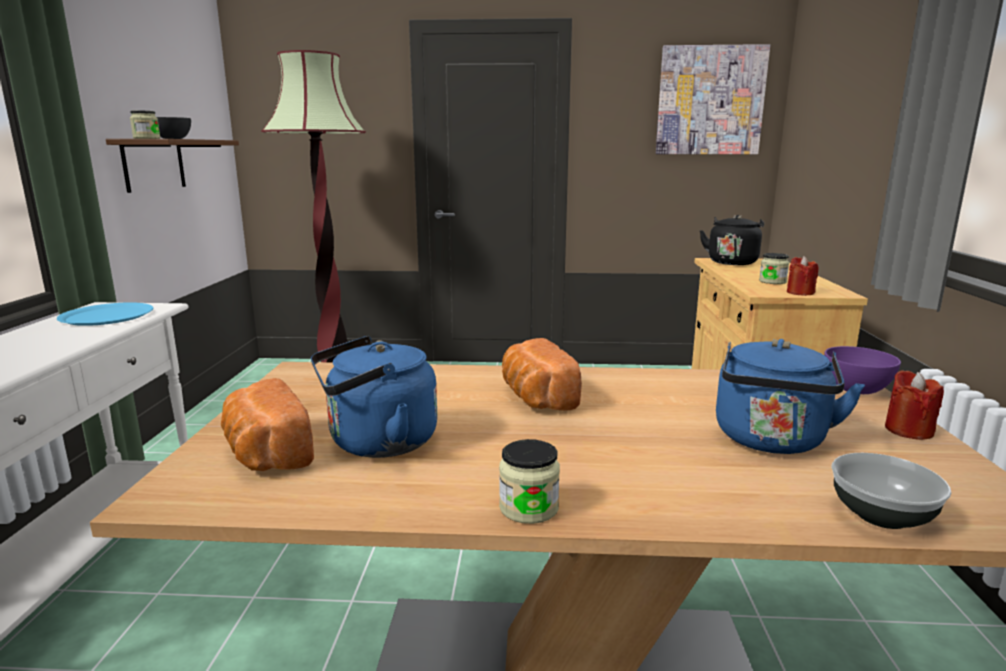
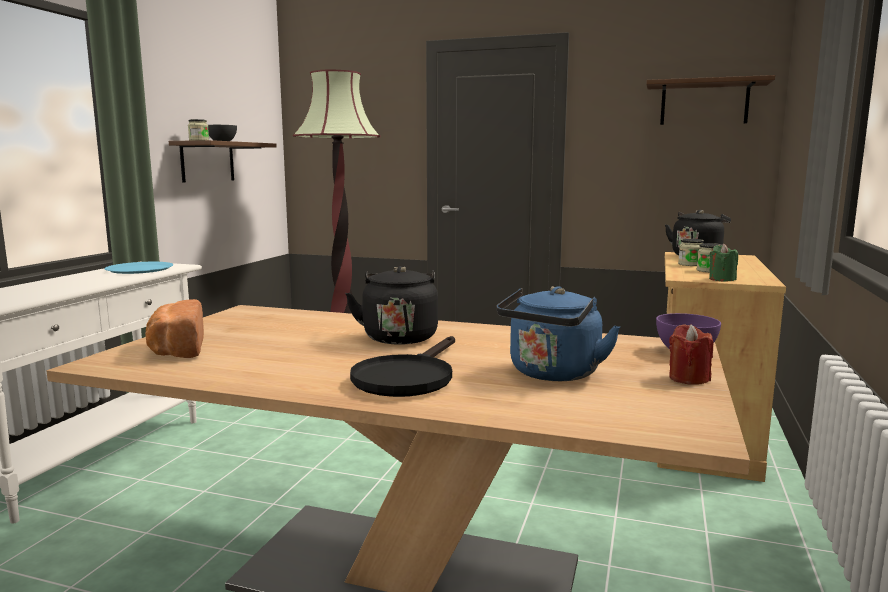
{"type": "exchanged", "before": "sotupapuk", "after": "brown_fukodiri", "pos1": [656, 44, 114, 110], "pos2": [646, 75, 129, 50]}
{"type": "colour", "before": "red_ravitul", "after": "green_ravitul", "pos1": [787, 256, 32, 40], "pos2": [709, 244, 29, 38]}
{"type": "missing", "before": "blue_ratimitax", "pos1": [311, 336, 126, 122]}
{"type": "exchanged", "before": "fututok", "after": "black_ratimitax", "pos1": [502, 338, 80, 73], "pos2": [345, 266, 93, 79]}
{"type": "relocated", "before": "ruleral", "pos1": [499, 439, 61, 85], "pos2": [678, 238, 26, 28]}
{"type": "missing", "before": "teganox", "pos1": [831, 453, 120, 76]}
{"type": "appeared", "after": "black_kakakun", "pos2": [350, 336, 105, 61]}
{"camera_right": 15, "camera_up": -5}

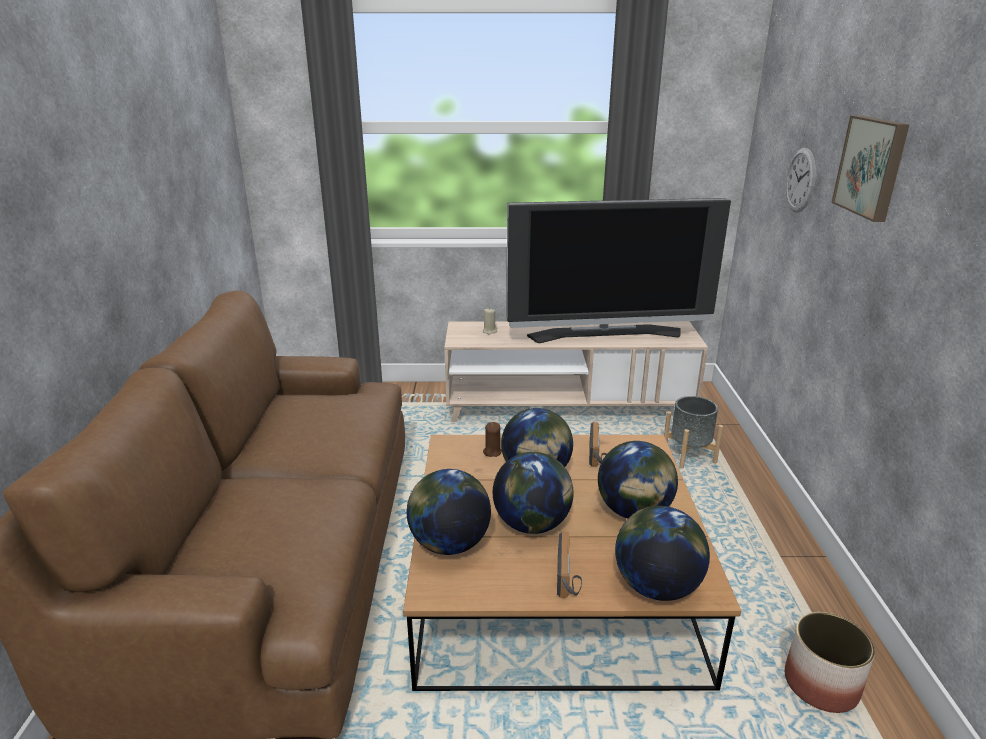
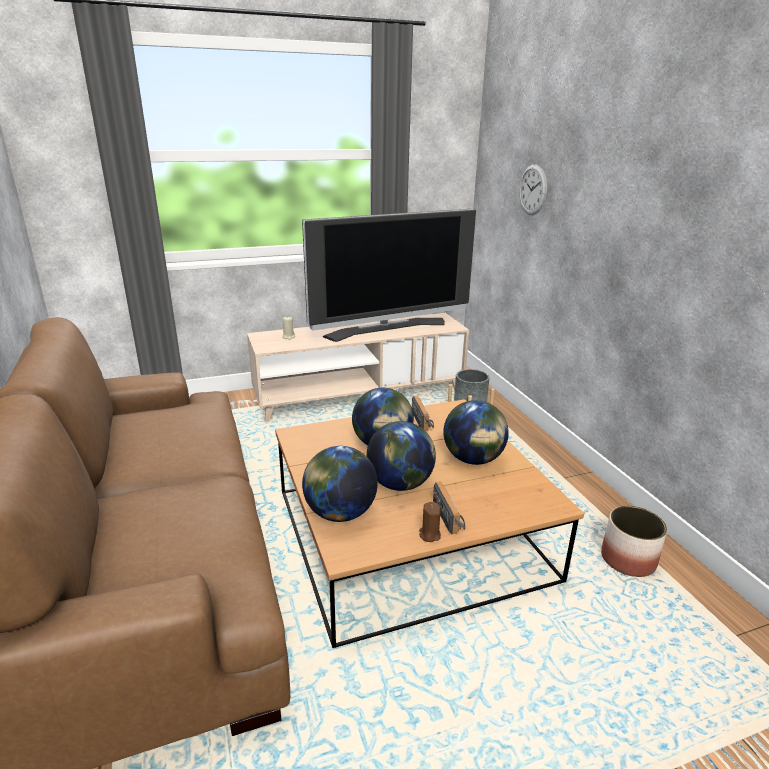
{"type": "missing", "before": "sotupapuk", "pos1": [832, 115, 77, 107]}
{"type": "relocated", "before": "brown_ravitul", "pos1": [483, 422, 19, 35], "pos2": [419, 502, 22, 40]}
{"type": "missing", "before": "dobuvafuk", "pos1": [615, 506, 95, 95]}
{"camera_right": -20, "camera_up": 0}

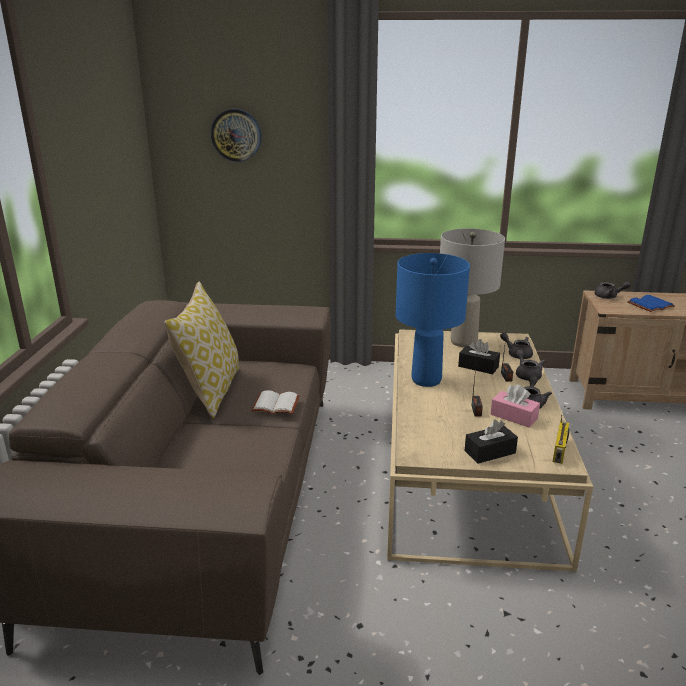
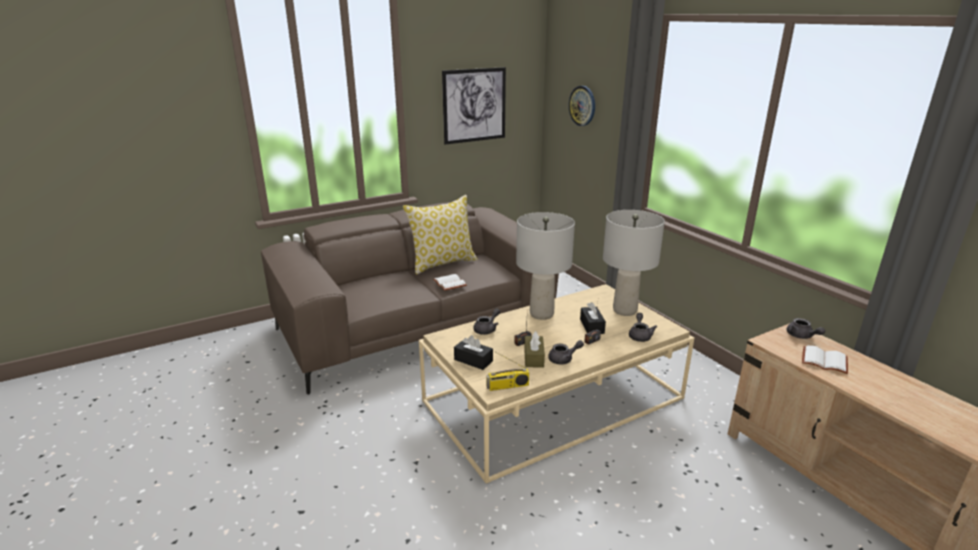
{"type": "colour", "before": "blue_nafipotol", "after": "grey_nafipotol", "pos1": [396, 253, 74, 134], "pos2": [516, 212, 59, 108]}
{"type": "colour", "before": "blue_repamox", "after": "white_repamox", "pos1": [627, 295, 48, 17], "pos2": [802, 345, 46, 29]}
{"type": "relocated", "before": "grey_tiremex", "pos1": [516, 349, 29, 32], "pos2": [473, 308, 27, 27]}
{"type": "colour", "before": "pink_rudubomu", "after": "brown_rudubomu", "pos1": [491, 384, 49, 44], "pos2": [524, 331, 21, 37]}
{"type": "appeared", "after": "sotupapuk", "pos2": [442, 67, 64, 78]}
{"camera_right": 55, "camera_up": 0}

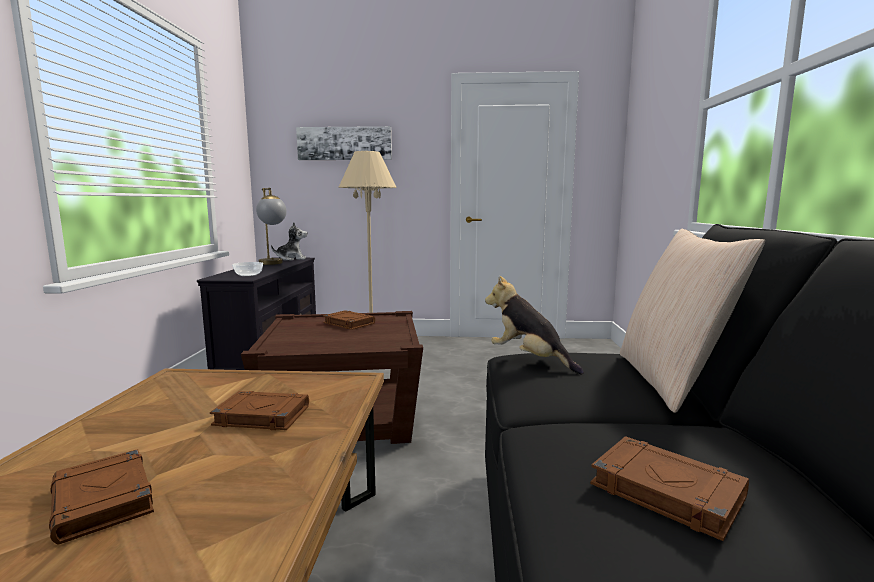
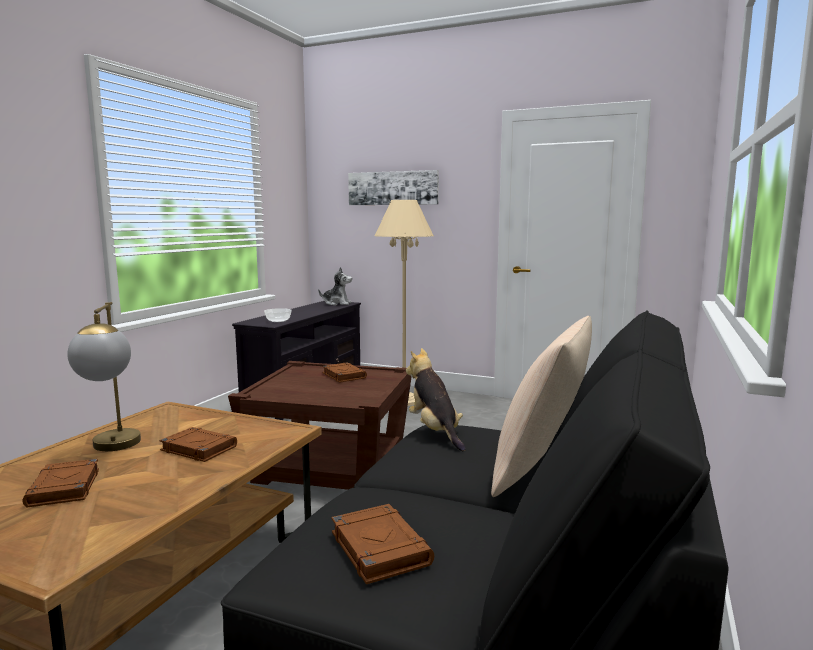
{"type": "relocated", "before": "nafipotol", "pos1": [256, 188, 31, 77], "pos2": [67, 302, 74, 149]}
{"camera_right": 20, "camera_up": 0}

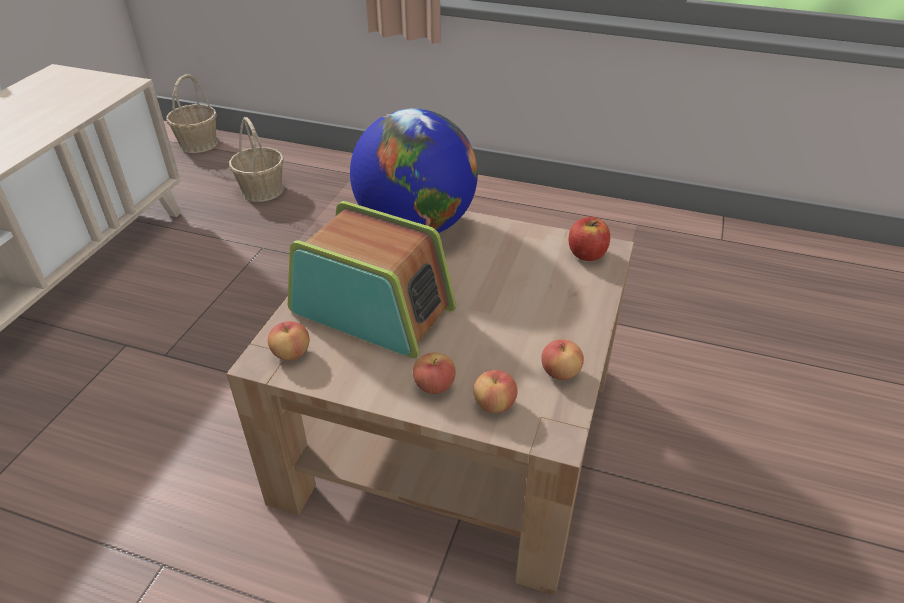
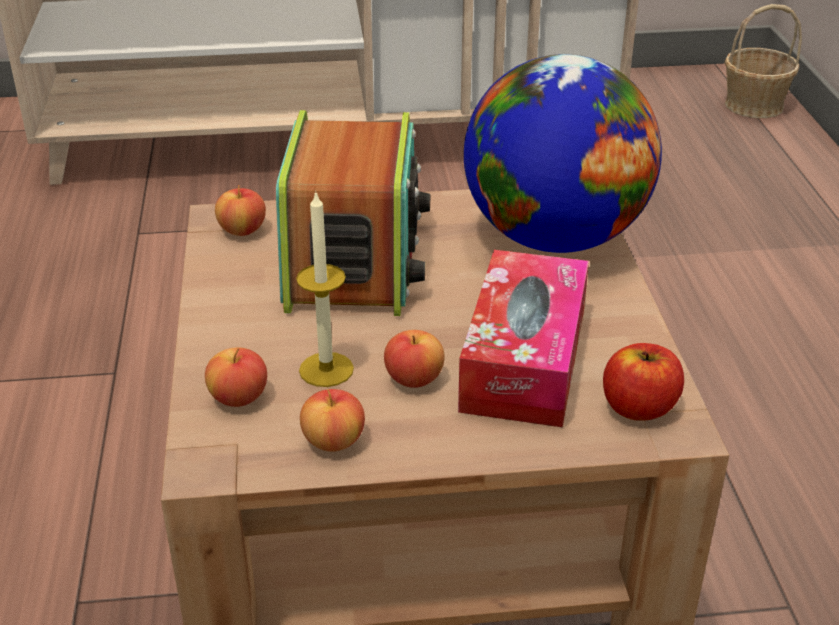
{"type": "missing", "before": "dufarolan", "pos1": [229, 117, 55, 85]}
{"type": "relocated", "before": "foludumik", "pos1": [413, 352, 43, 42], "pos2": [384, 330, 61, 58]}
{"type": "appeared", "after": "ravitul", "pos2": [296, 190, 58, 197]}
{"type": "appeared", "after": "rudubomu", "pos2": [458, 250, 131, 177]}
{"camera_right": 65, "camera_up": -5}

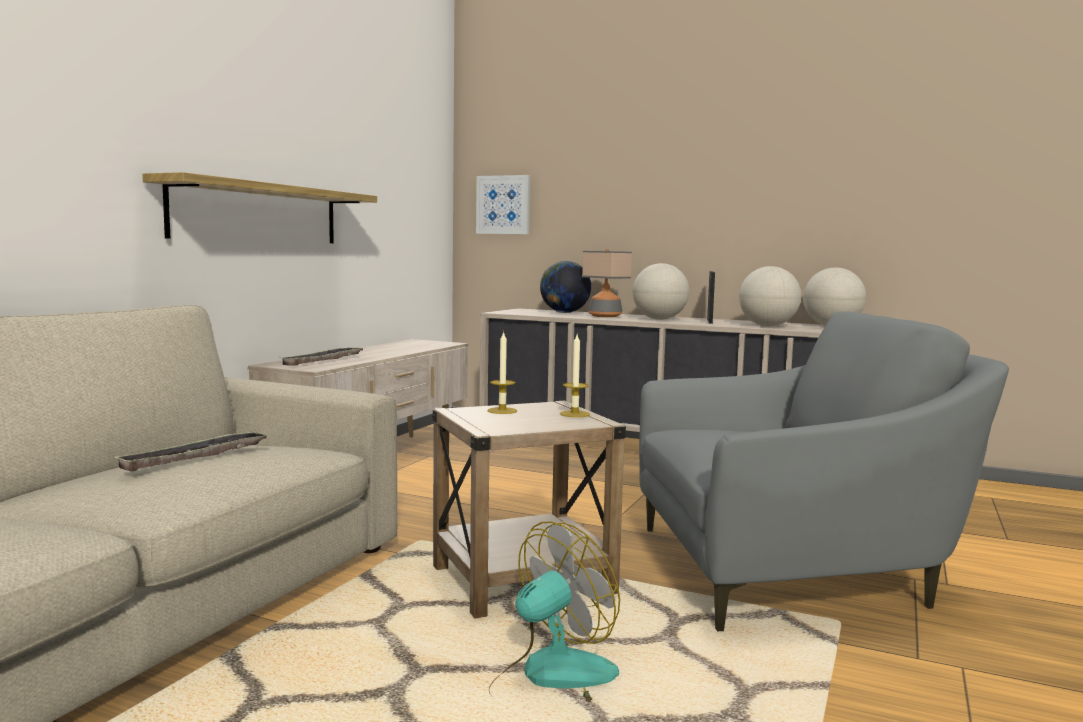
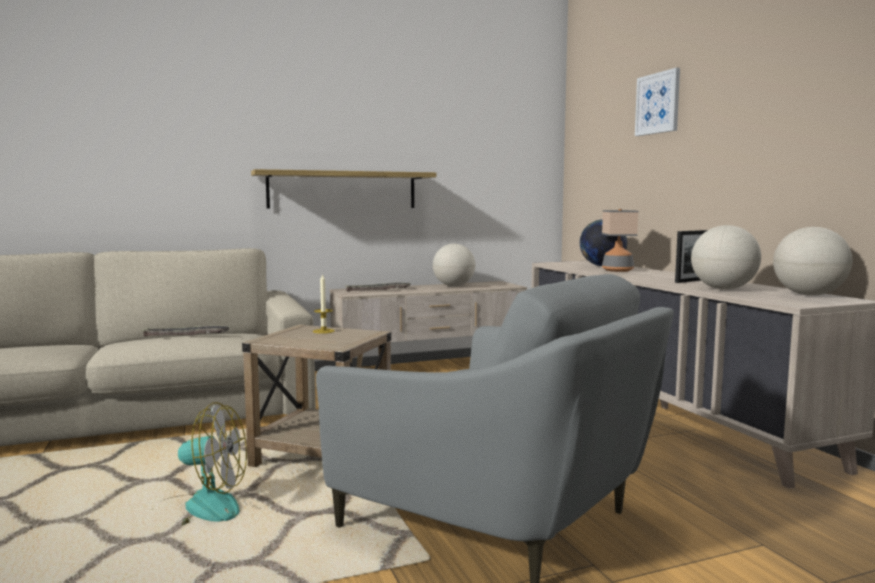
{"type": "relocated", "before": "sotupapuk", "pos1": [476, 175, 54, 59], "pos2": [635, 68, 45, 68]}
{"type": "relocated", "before": "dobuvafuk", "pos1": [633, 263, 56, 57], "pos2": [433, 244, 42, 42]}
{"type": "missing", "before": "ravitul", "pos1": [560, 335, 30, 82]}
{"camera_right": 45, "camera_up": 0}

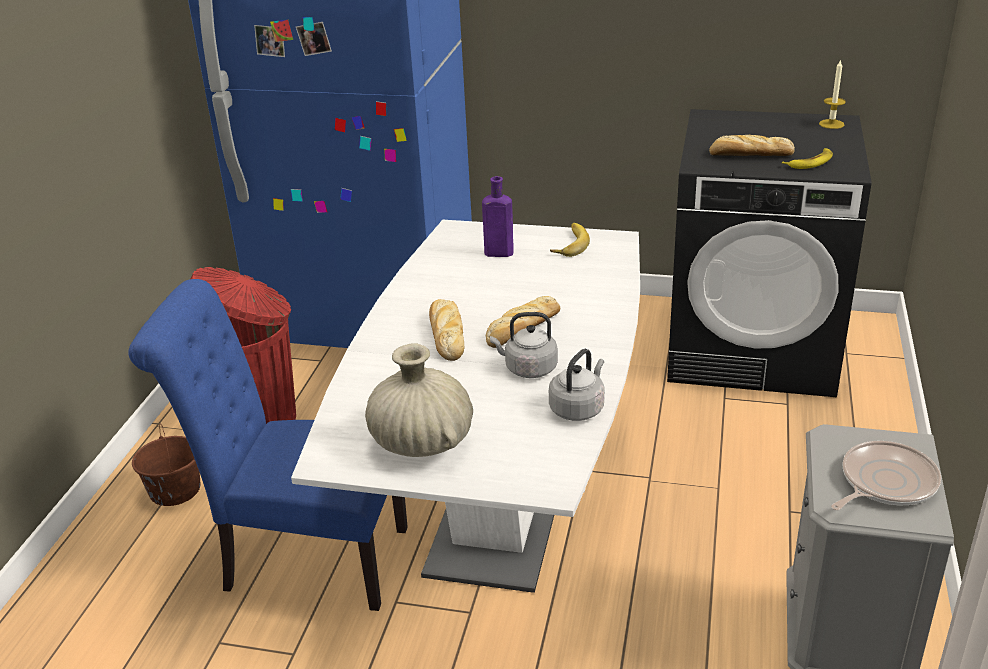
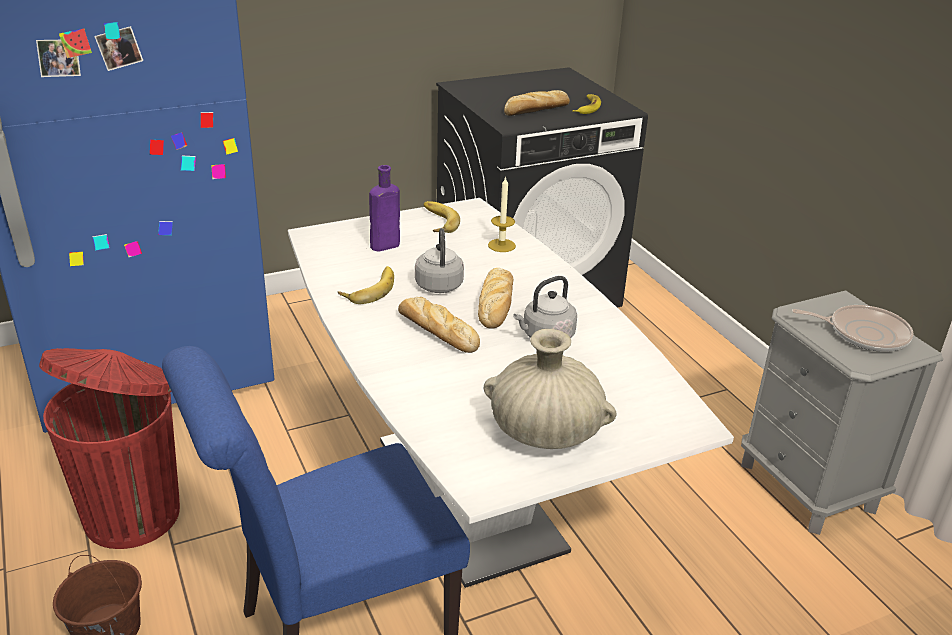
{"type": "relocated", "before": "ravitul", "pos1": [819, 59, 27, 70], "pos2": [488, 176, 28, 76]}
{"type": "relocated", "before": "grey_ratimitax", "pos1": [549, 349, 55, 72], "pos2": [415, 228, 49, 65]}
{"type": "spun", "before": "kakakun", "pos1": [831, 441, 110, 69], "pos2": [792, 305, 121, 47], "turn": 90}
{"type": "appeared", "after": "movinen", "pos2": [338, 266, 56, 38]}
{"camera_right": -40, "camera_up": 0}

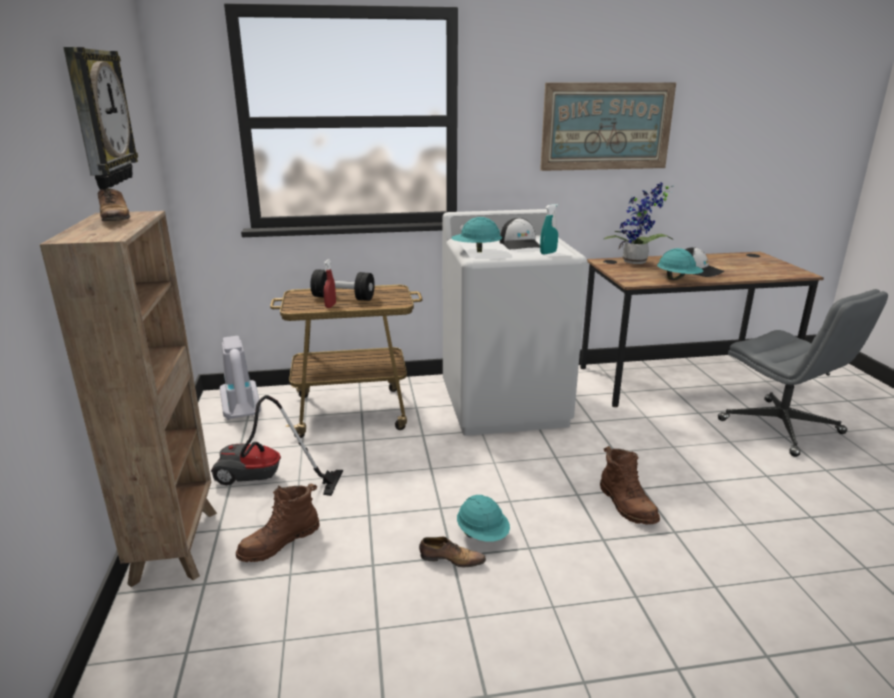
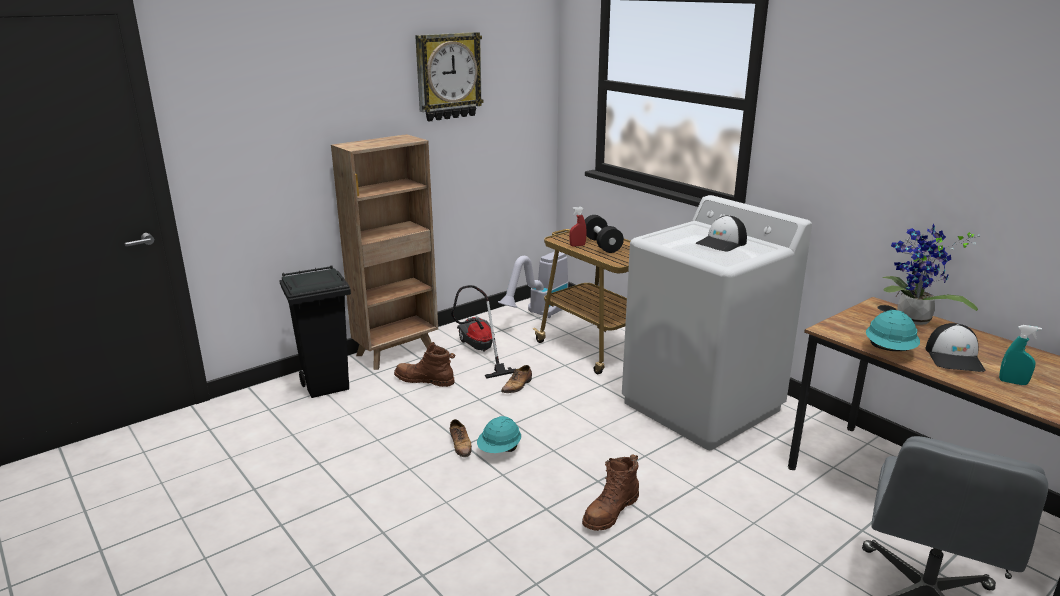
{"type": "missing", "before": "sotupapuk", "pos1": [540, 82, 136, 89]}
{"type": "relocated", "before": "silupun", "pos1": [98, 188, 32, 33], "pos2": [501, 365, 31, 28]}
{"type": "relocated", "before": "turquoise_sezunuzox", "pos1": [540, 204, 18, 50], "pos2": [999, 325, 43, 60]}
{"type": "missing", "before": "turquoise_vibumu", "pos1": [451, 217, 51, 35]}
{"type": "appeared", "after": "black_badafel", "pos2": [279, 265, 72, 133]}
{"camera_right": 60, "camera_up": 0}

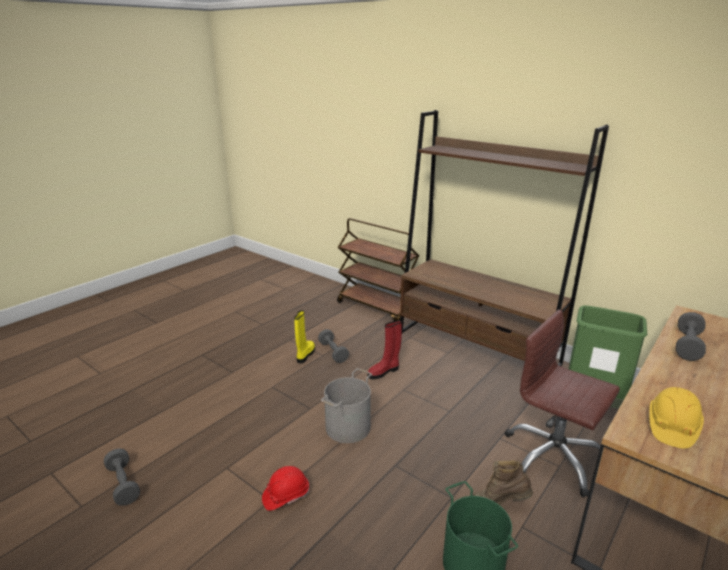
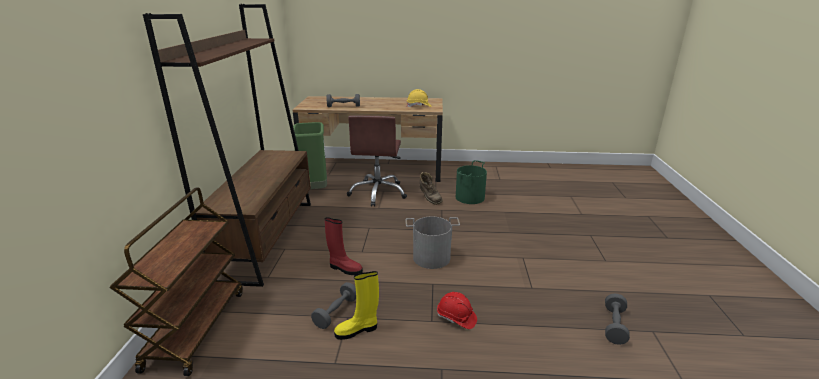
{"type": "relocated", "before": "red_vibumu", "pos1": [262, 466, 47, 45], "pos2": [437, 292, 40, 37]}
{"camera_right": -125, "camera_up": 0}

